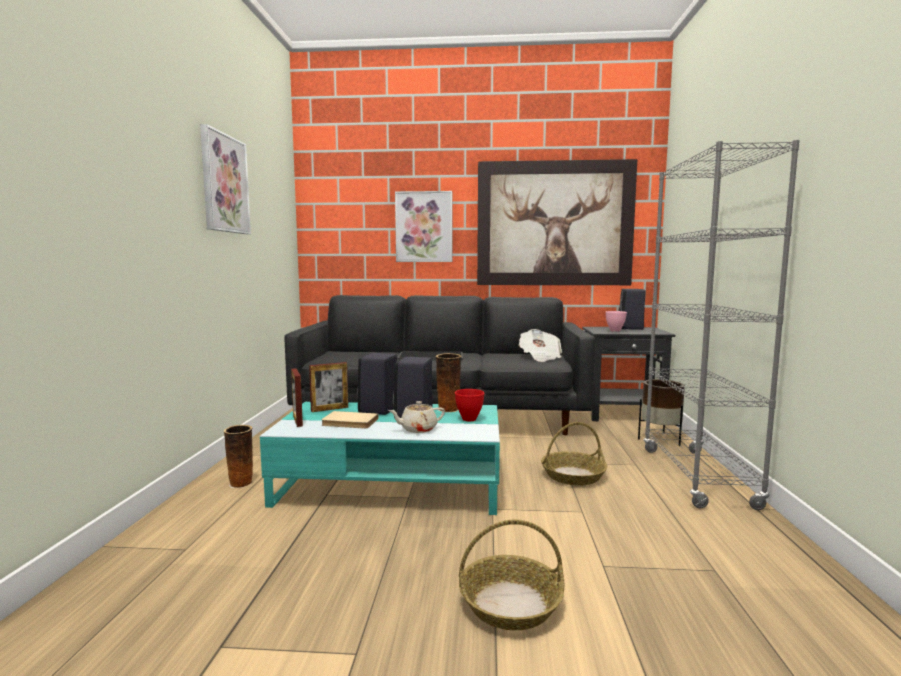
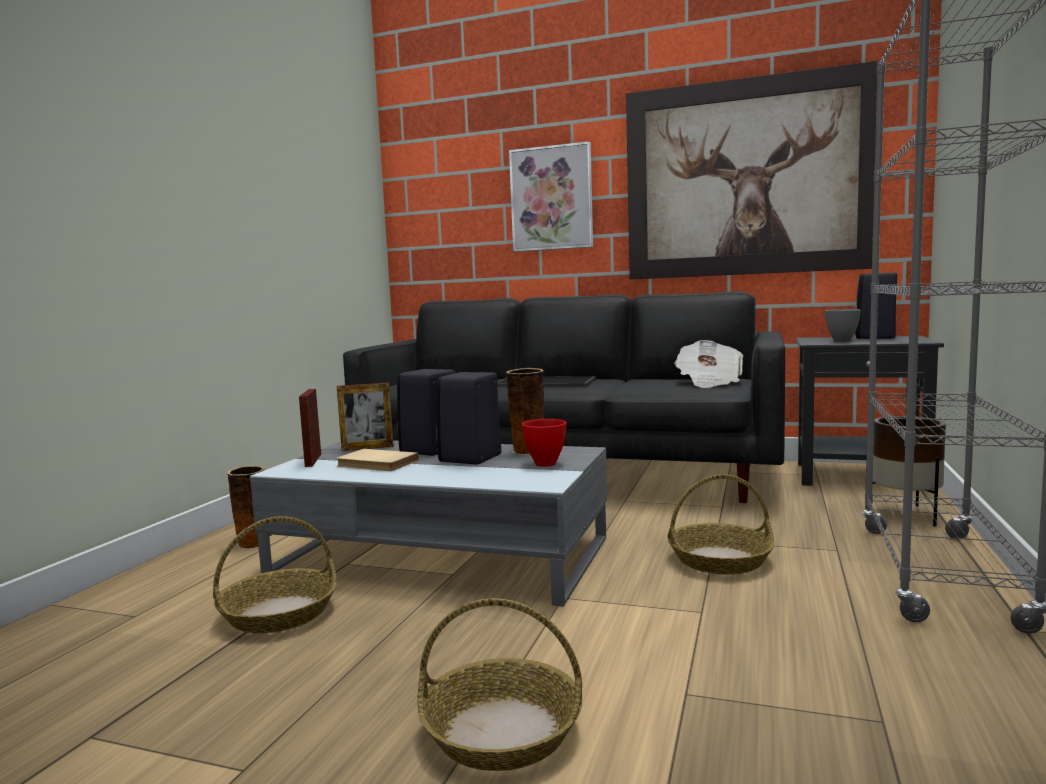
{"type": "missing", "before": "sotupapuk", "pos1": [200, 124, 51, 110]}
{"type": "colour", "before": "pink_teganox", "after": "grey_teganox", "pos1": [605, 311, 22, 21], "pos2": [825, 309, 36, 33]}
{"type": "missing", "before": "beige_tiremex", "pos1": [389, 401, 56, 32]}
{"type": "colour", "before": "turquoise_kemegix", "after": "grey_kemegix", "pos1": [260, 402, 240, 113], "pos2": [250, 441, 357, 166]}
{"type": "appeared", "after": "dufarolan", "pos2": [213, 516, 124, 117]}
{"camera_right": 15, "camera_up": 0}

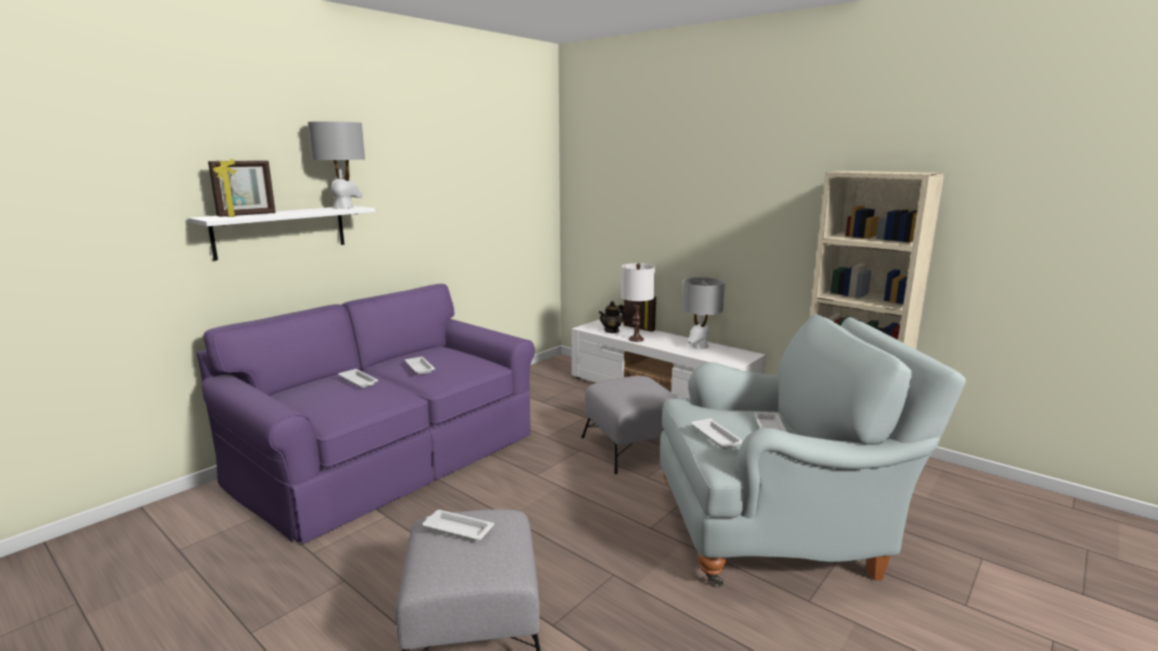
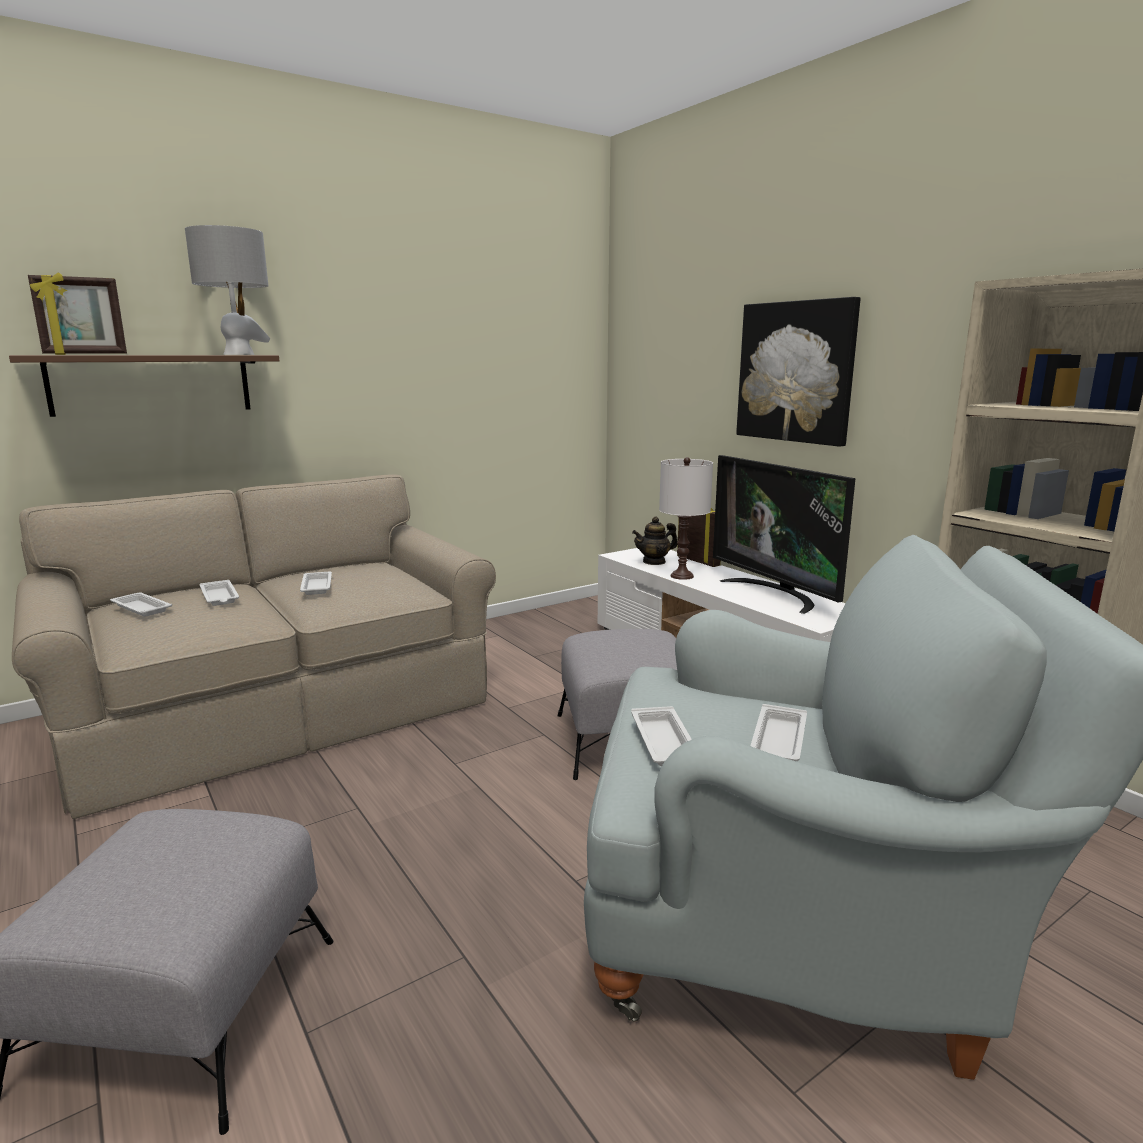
{"type": "colour", "before": "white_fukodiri", "after": "brown_fukodiri", "pos1": [188, 206, 187, 55], "pos2": [9, 355, 270, 62]}
{"type": "exchanged", "before": "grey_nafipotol", "after": "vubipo", "pos1": [682, 277, 43, 72], "pos2": [713, 455, 142, 159]}
{"type": "colour", "before": "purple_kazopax", "after": "beige_kazopax", "pos1": [197, 284, 338, 260], "pos2": [12, 474, 484, 345]}
{"type": "relocated", "before": "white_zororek", "pos1": [422, 510, 72, 31], "pos2": [110, 593, 62, 24]}
{"type": "appeared", "after": "sotupapuk", "pos2": [736, 297, 124, 150]}
{"camera_right": 15, "camera_up": 0}

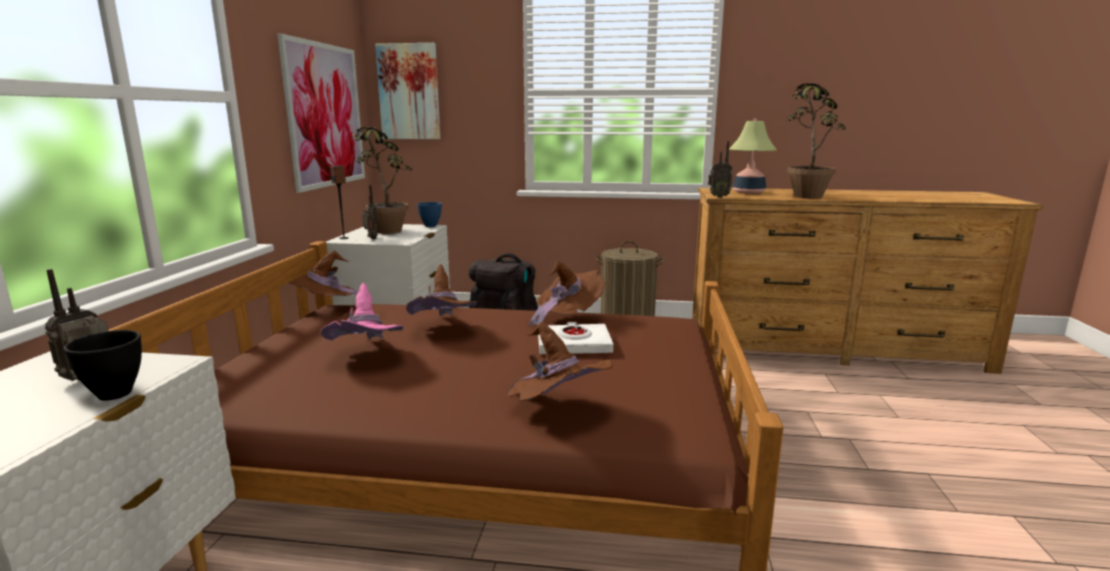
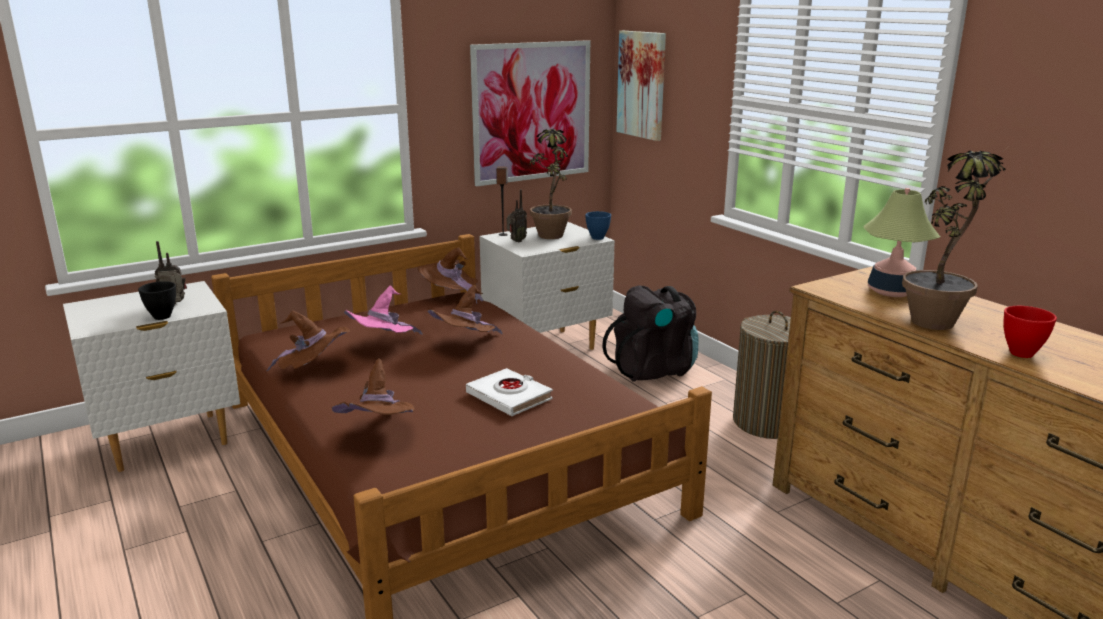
{"type": "missing", "before": "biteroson", "pos1": [708, 141, 25, 57]}
{"type": "relocated", "before": "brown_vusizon", "pos1": [529, 261, 76, 65], "pos2": [267, 311, 83, 60]}
{"type": "appeared", "after": "red_teganox", "pos2": [1004, 306, 53, 52]}
{"camera_right": 50, "camera_up": 5}

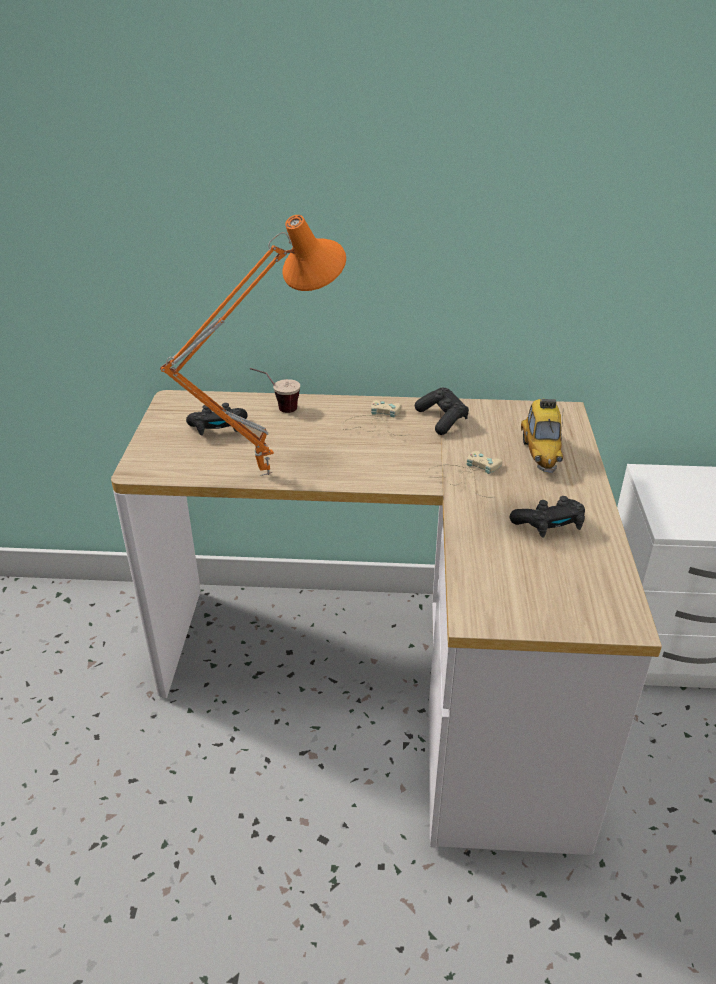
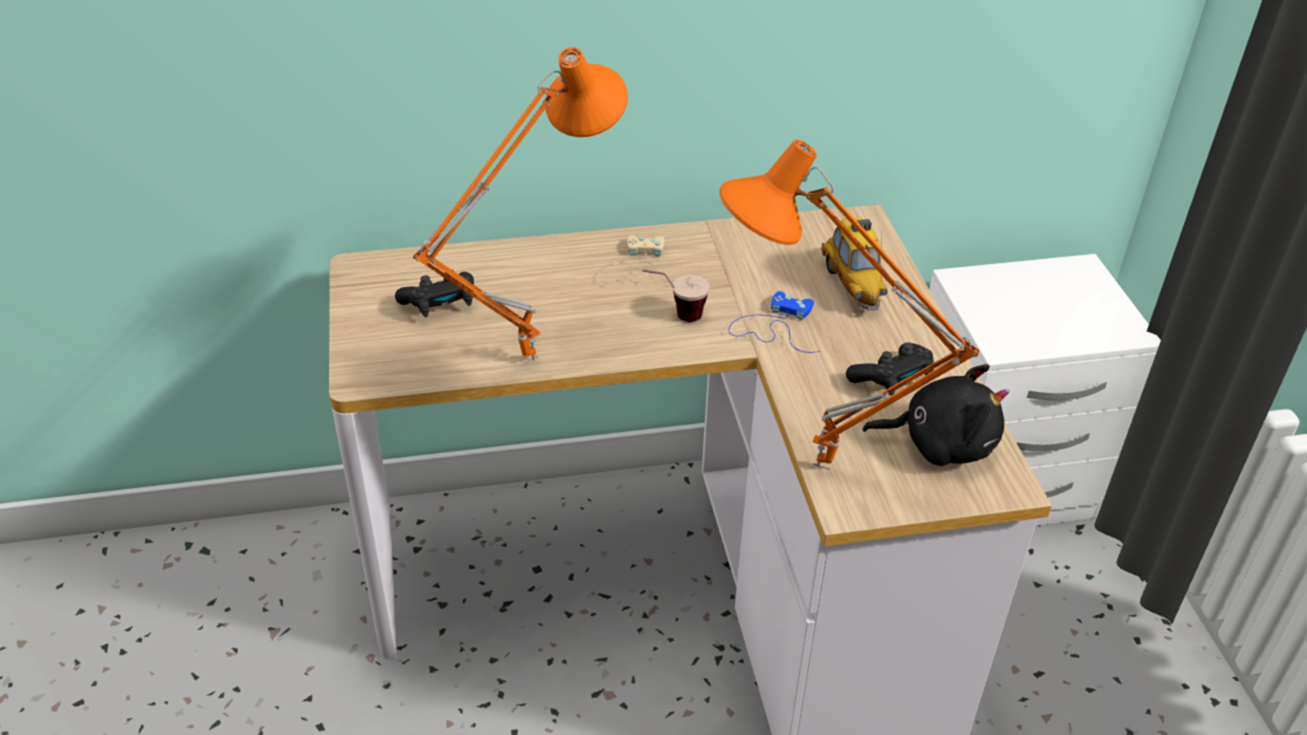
{"type": "relocated", "before": "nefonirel", "pos1": [250, 368, 50, 45], "pos2": [642, 269, 68, 53]}
{"type": "missing", "before": "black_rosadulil", "pos1": [415, 387, 54, 48]}
{"type": "colour", "before": "beige_rosadulil", "after": "blue_rosadulil", "pos1": [426, 451, 77, 46], "pos2": [728, 291, 92, 62]}
{"type": "appeared", "after": "orange_nafipotol", "pos2": [719, 139, 260, 331]}
{"type": "appeared", "after": "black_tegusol", "pos2": [862, 364, 147, 102]}
{"camera_right": -15, "camera_up": 5}

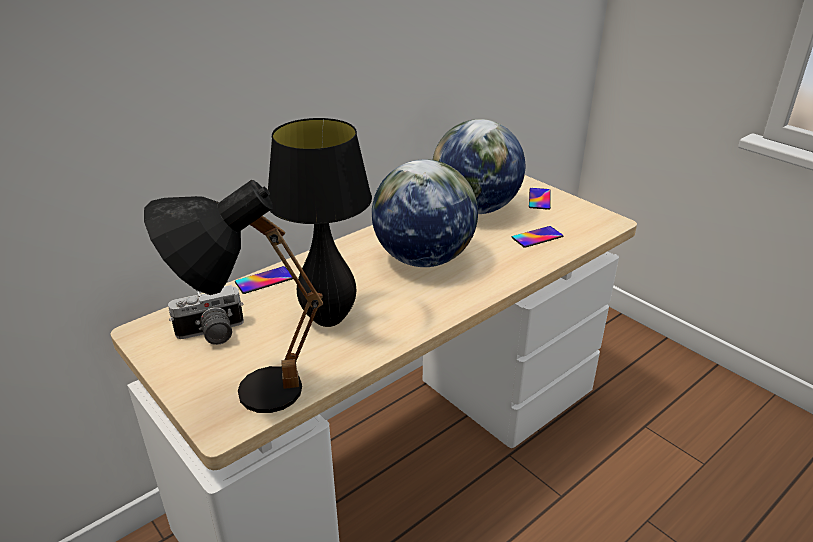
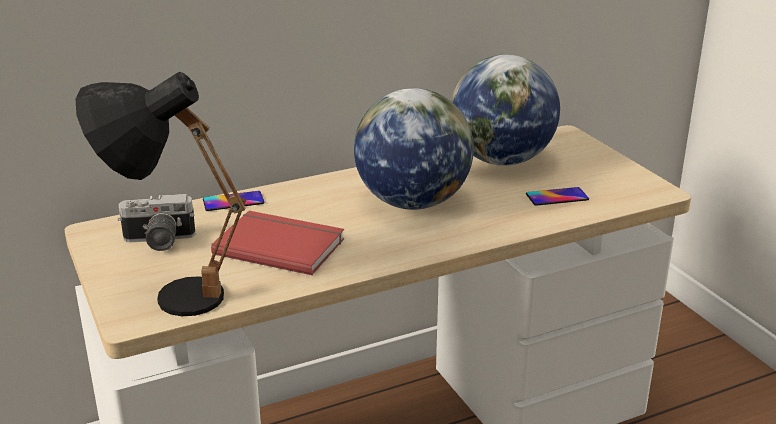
{"type": "exchanged", "before": "black_nafipotol", "after": "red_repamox", "pos1": [268, 118, 104, 209], "pos2": [211, 211, 133, 64]}
{"type": "missing", "before": "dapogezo", "pos1": [529, 188, 22, 22]}
{"camera_right": 15, "camera_up": -5}

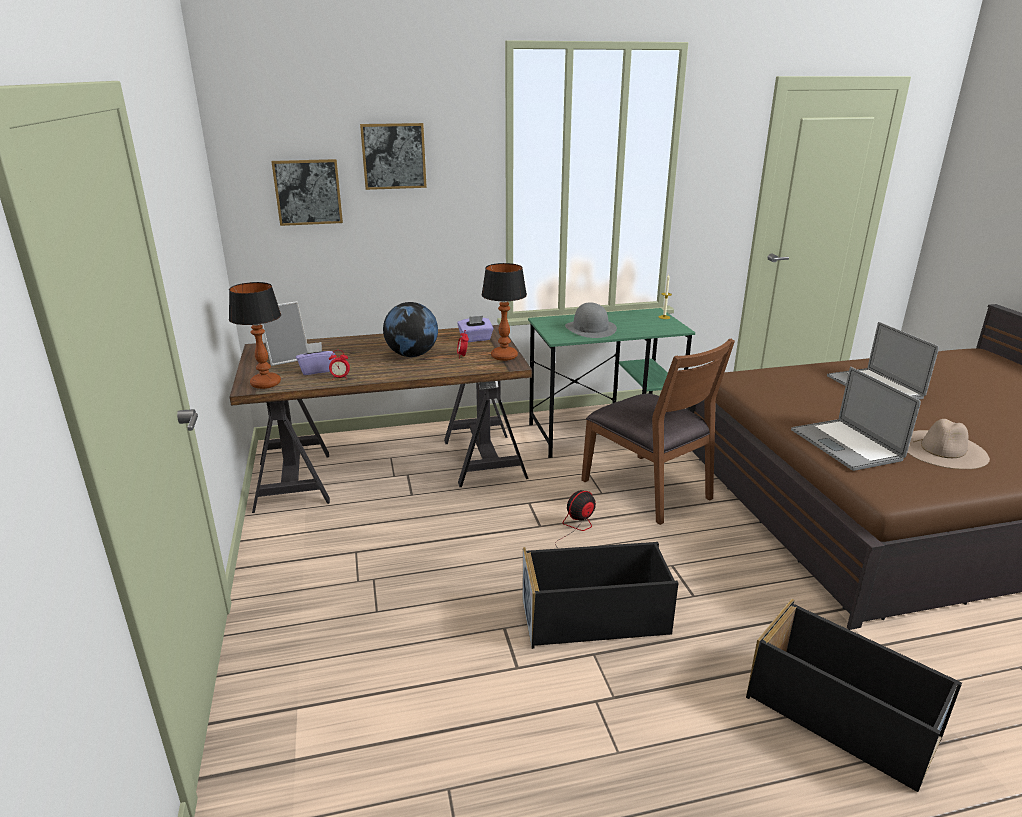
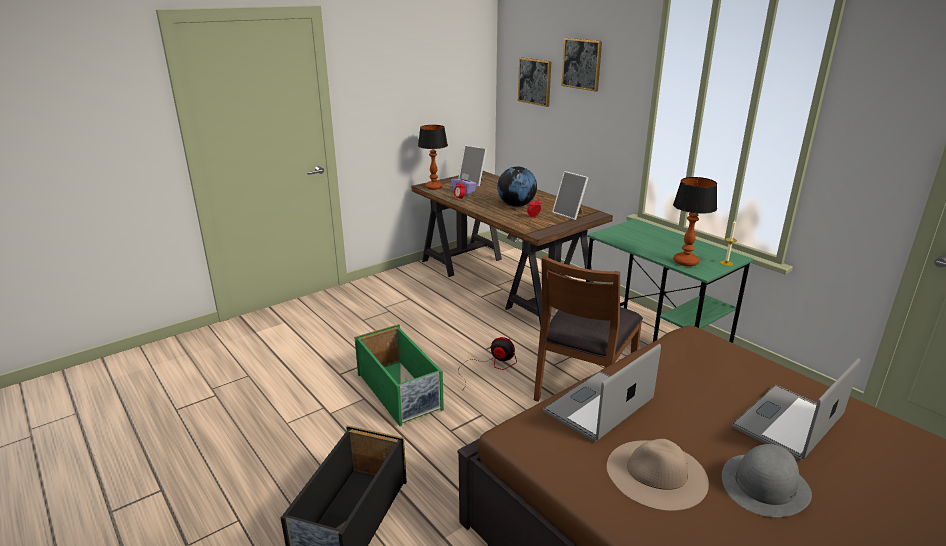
{"type": "relocated", "before": "nafipotol", "pos1": [481, 263, 46, 98], "pos2": [673, 177, 44, 89]}
{"type": "relocated", "before": "grey_vusizon", "pos1": [565, 302, 52, 36], "pos2": [722, 444, 90, 73]}
{"type": "exchanged", "before": "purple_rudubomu", "after": "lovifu", "pos1": [457, 316, 37, 26], "pos2": [552, 171, 37, 49]}
{"type": "colour", "before": "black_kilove", "after": "green_kilove", "pos1": [522, 542, 156, 107], "pos2": [354, 324, 90, 102]}
{"camera_right": 65, "camera_up": 0}

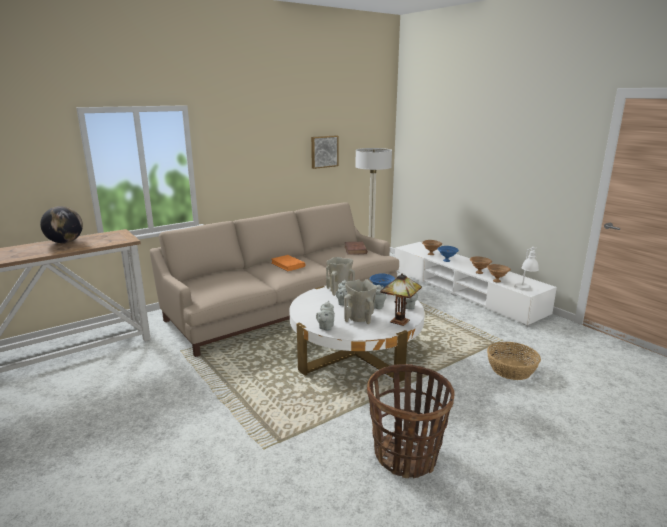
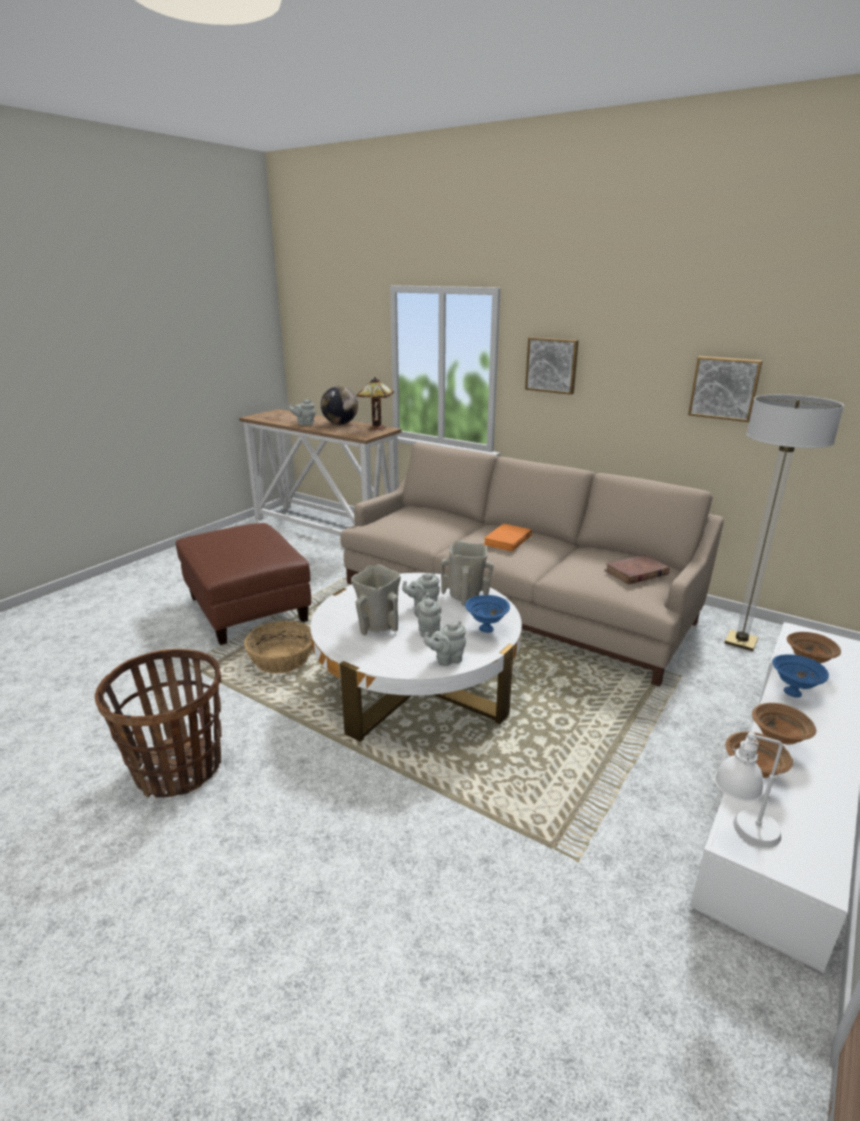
{"type": "relocated", "before": "nafipotol", "pos1": [380, 273, 42, 53], "pos2": [356, 377, 38, 53]}
{"type": "relocated", "before": "grey_tiremex", "pos1": [316, 301, 19, 30], "pos2": [289, 400, 27, 25]}
{"type": "relocated", "before": "dufarolan", "pos1": [487, 342, 54, 38], "pos2": [244, 621, 68, 53]}
{"type": "appeared", "after": "sotupapuk", "pos2": [525, 337, 54, 58]}
{"type": "appeared", "after": "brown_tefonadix", "pos2": [176, 523, 135, 122]}
{"camera_right": 70, "camera_up": 5}

